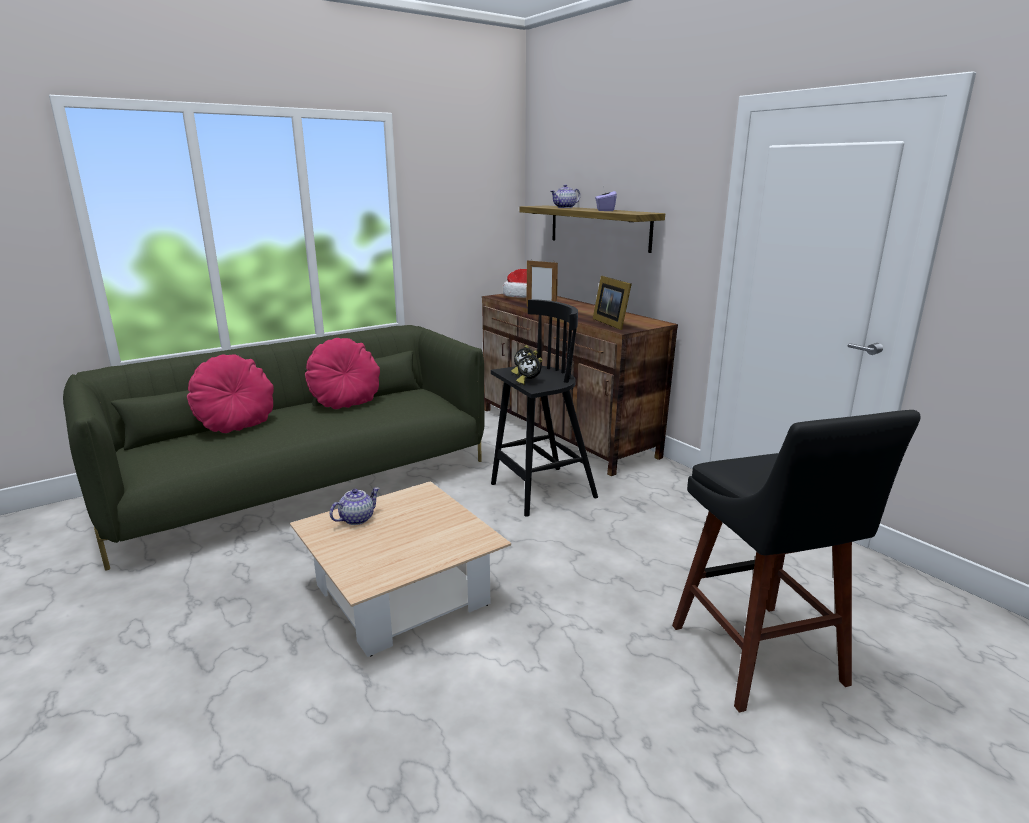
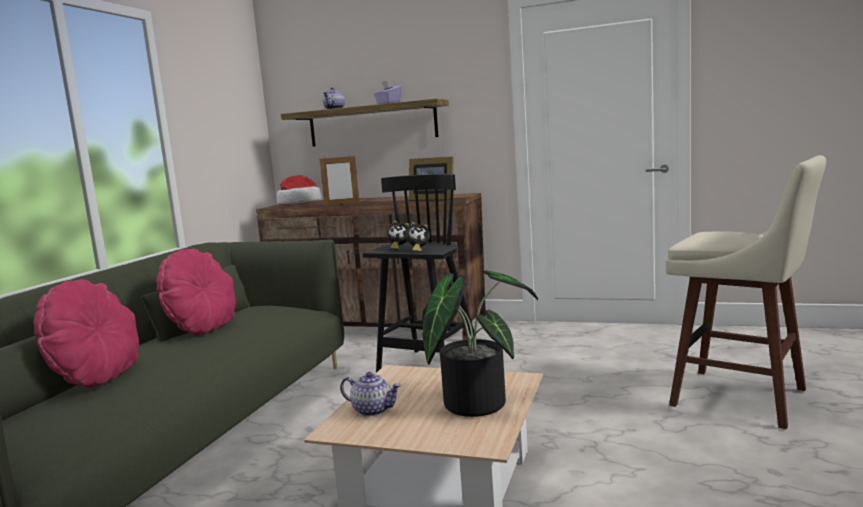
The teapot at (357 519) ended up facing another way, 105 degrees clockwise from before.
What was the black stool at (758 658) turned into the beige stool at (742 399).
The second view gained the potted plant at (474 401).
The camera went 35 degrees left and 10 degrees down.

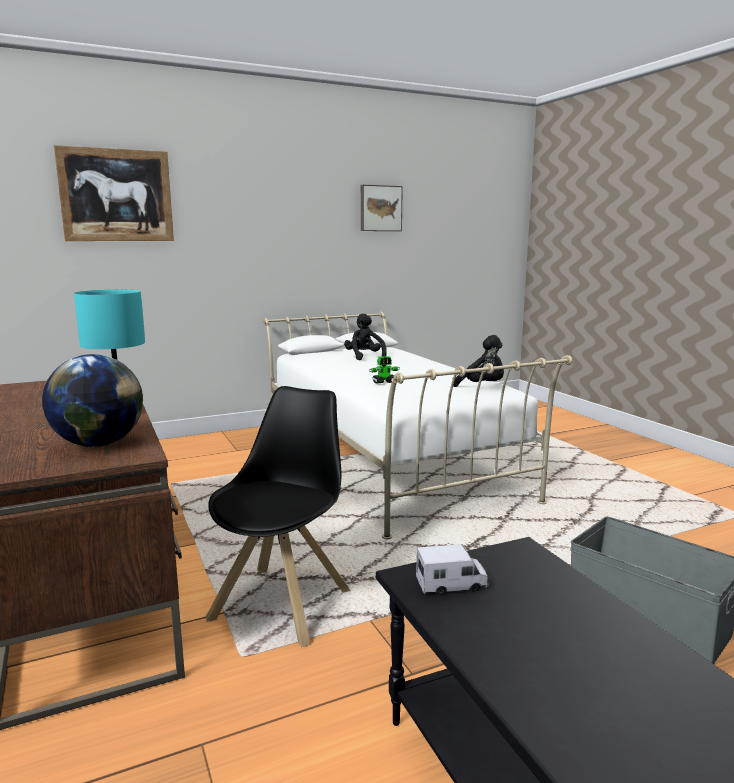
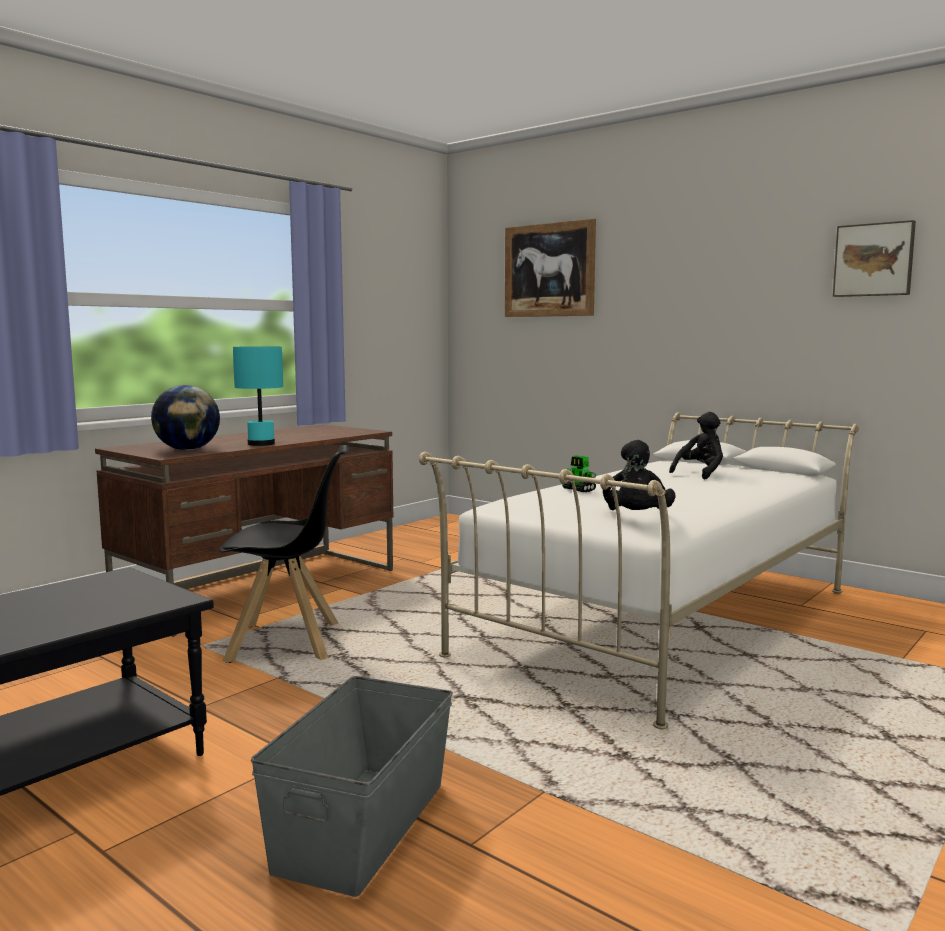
The second view lost the toy truck at (451 585).
The camera went 65 degrees right and 5 degrees down.

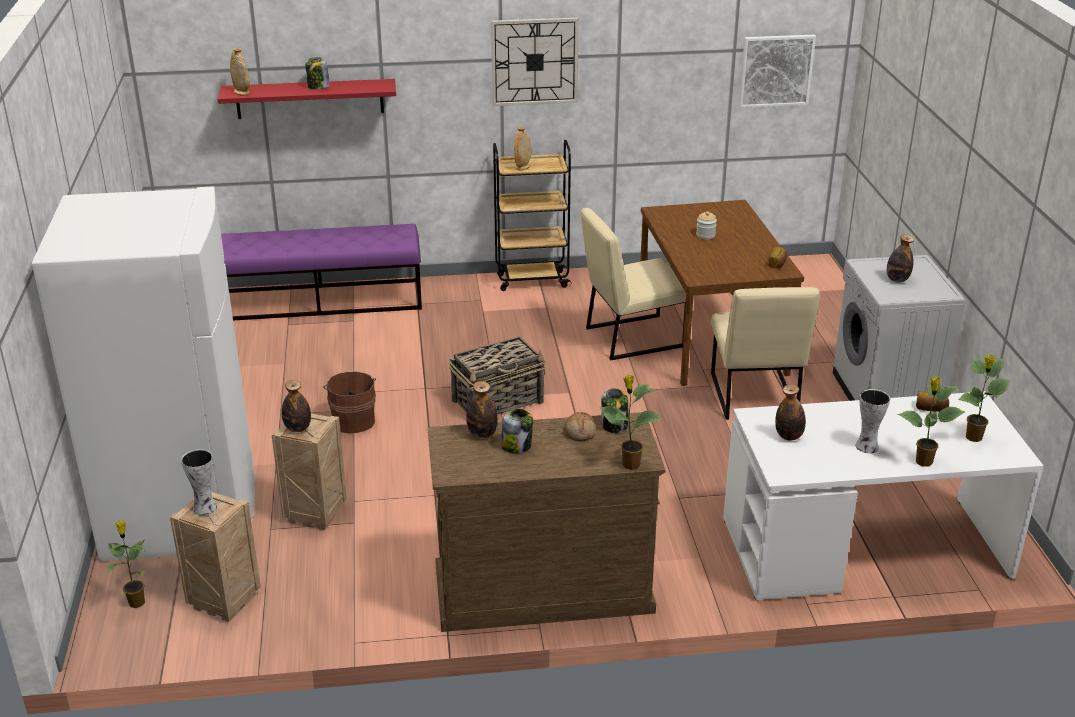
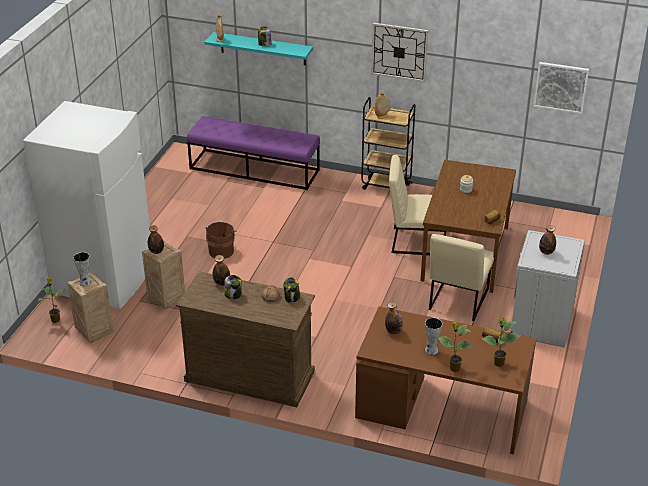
What was the red shelf at (310 98) turned into the turquoise shelf at (263 48).
The second view lost the basket at (498 401).
The second view lost the potted plant at (630 465).
What was the white desk at (864 549) turned into the brown desk at (441 410).
The camera went 25 degrees right and 5 degrees up.

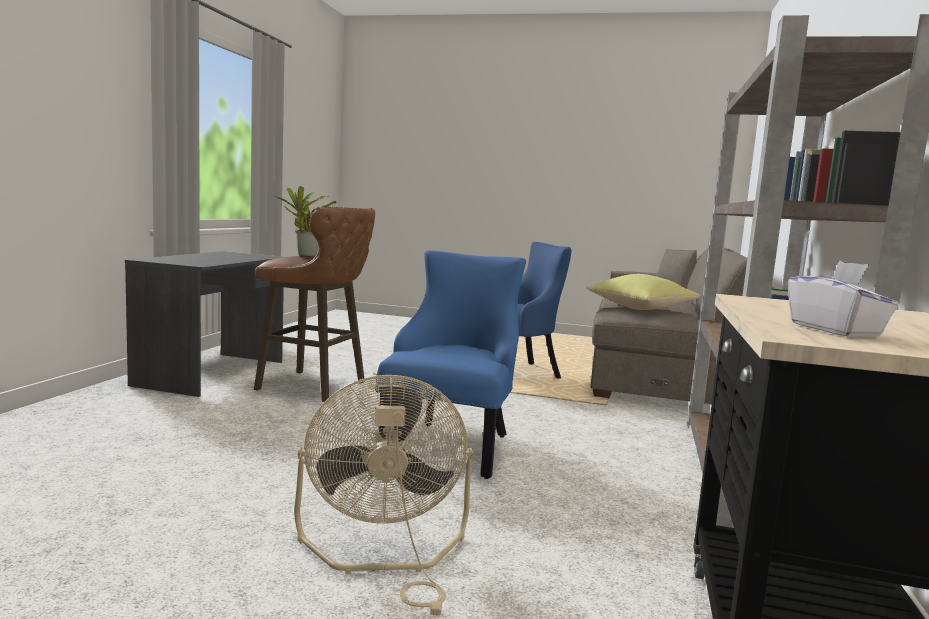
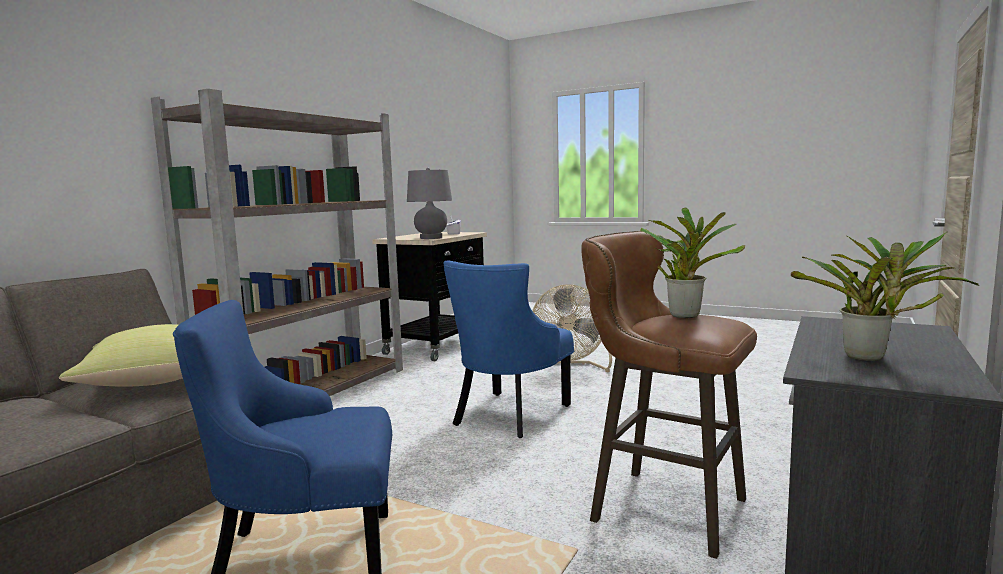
The second view gained the grey table lamp at (431 238).
The second view gained the potted plant at (870 358).
The camera went 165 degrees left and 0 degrees up.

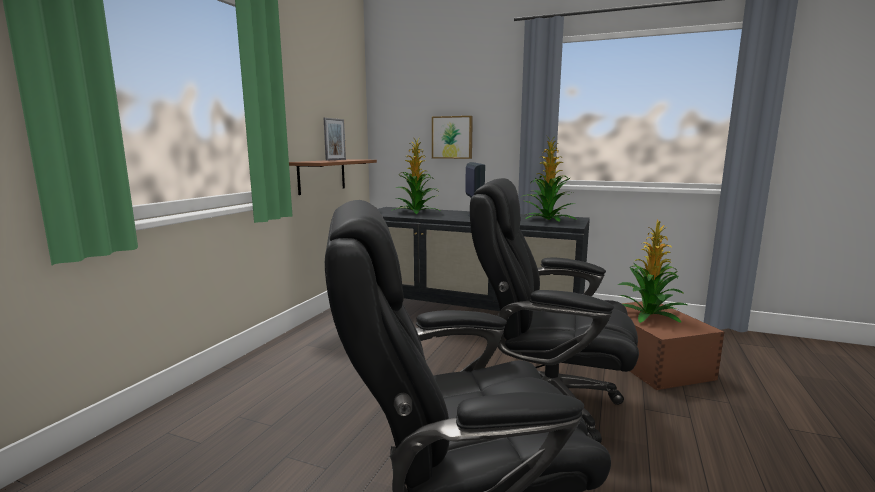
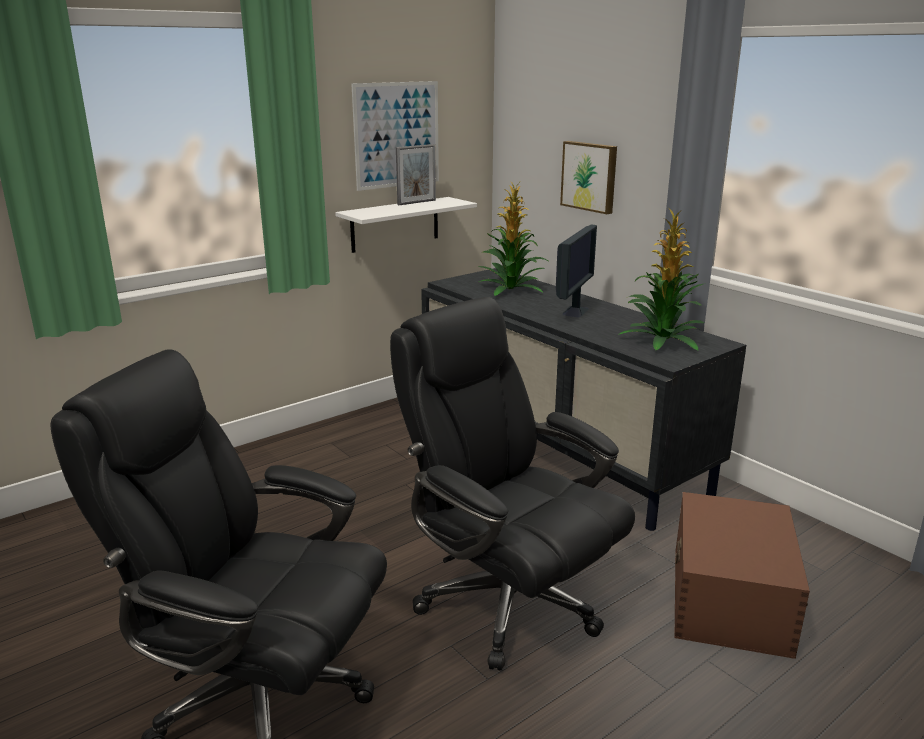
What was the brown shelf at (322 176) turned into the white shelf at (395 224).
The second view lost the potted plant at (649 315).
The second view gained the picture at (397 135).
The camera went 30 degrees right and 10 degrees up.

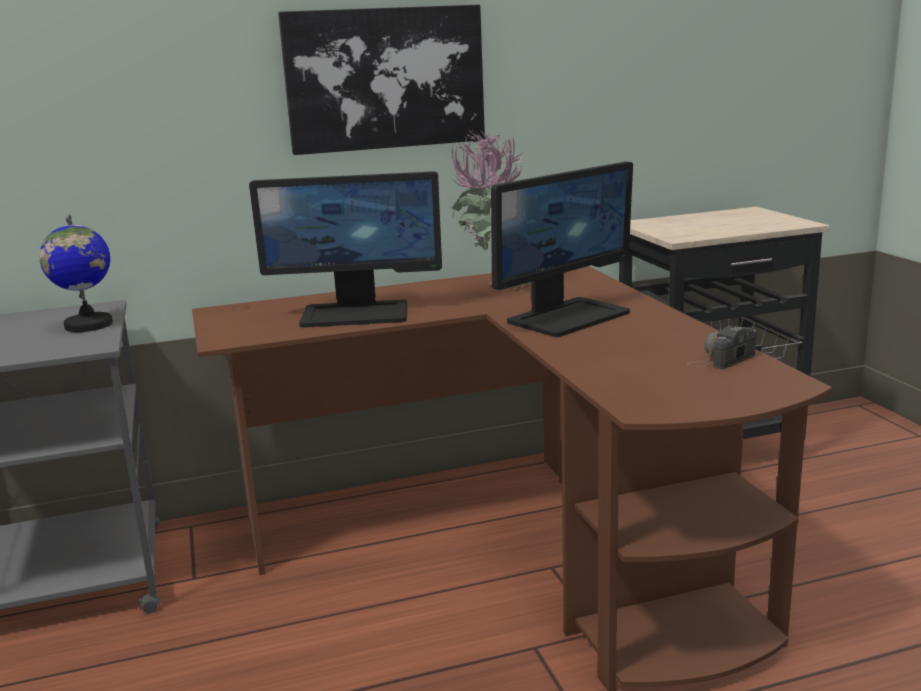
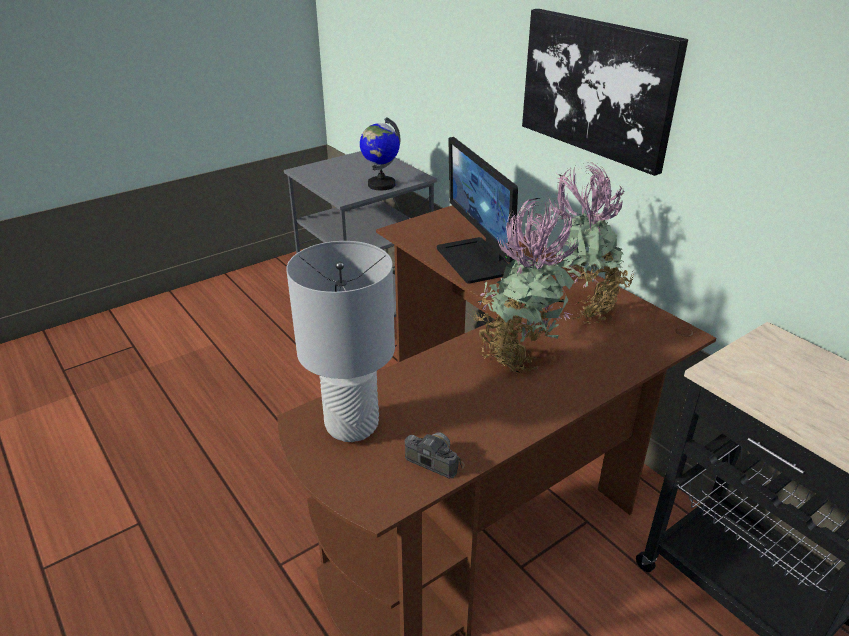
Where the monitor stood at (567 317), the potted plant came to stand at (517 355).
The second view gained the grey table lamp at (353 429).
The camera went 70 degrees right and 15 degrees up.

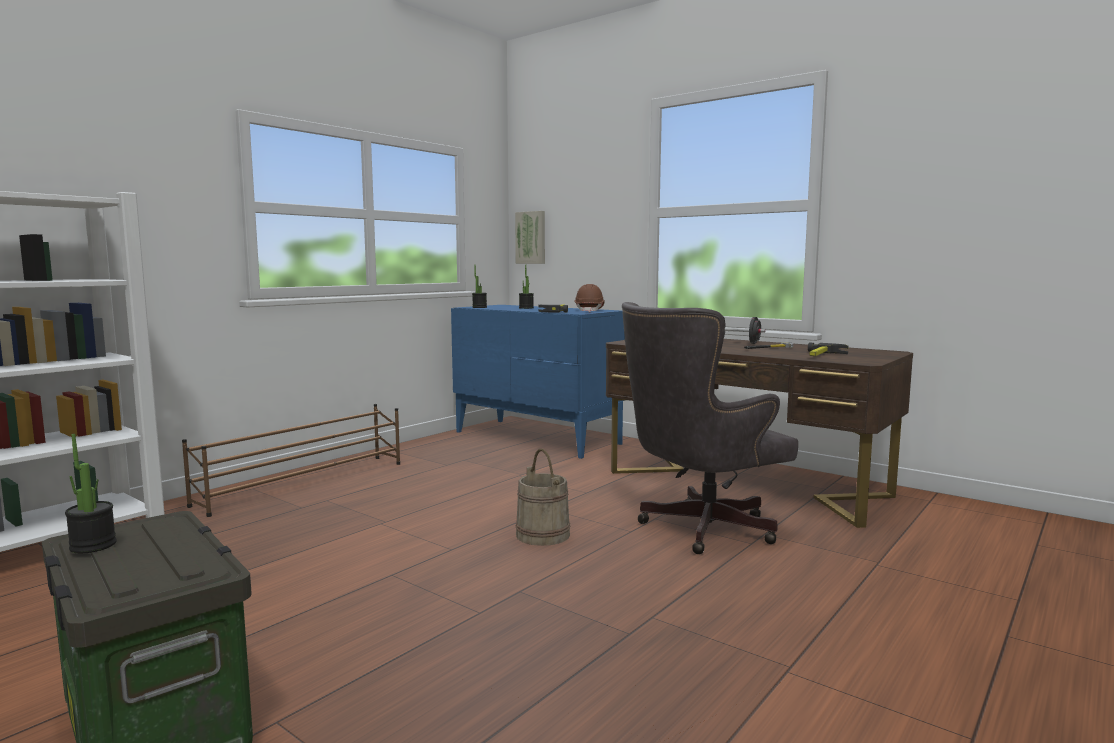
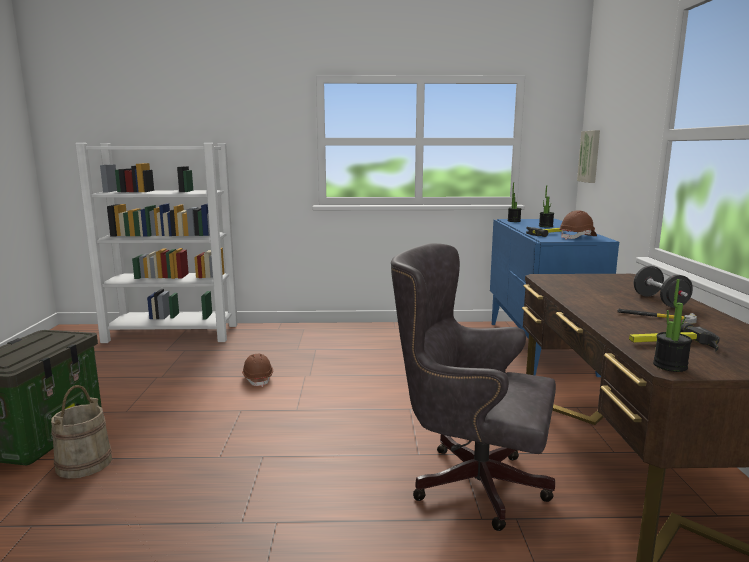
The potted plant ended up elsewhere, having gone from (93 545) to (670 366).
The second view lost the brown shoe rack at (305 483).
The beige bucket ended up elsewhere, having gone from (542 535) to (84 463).
The second view gained the brown hard hat at (258 379).
The camera went 50 degrees right and 5 degrees up.

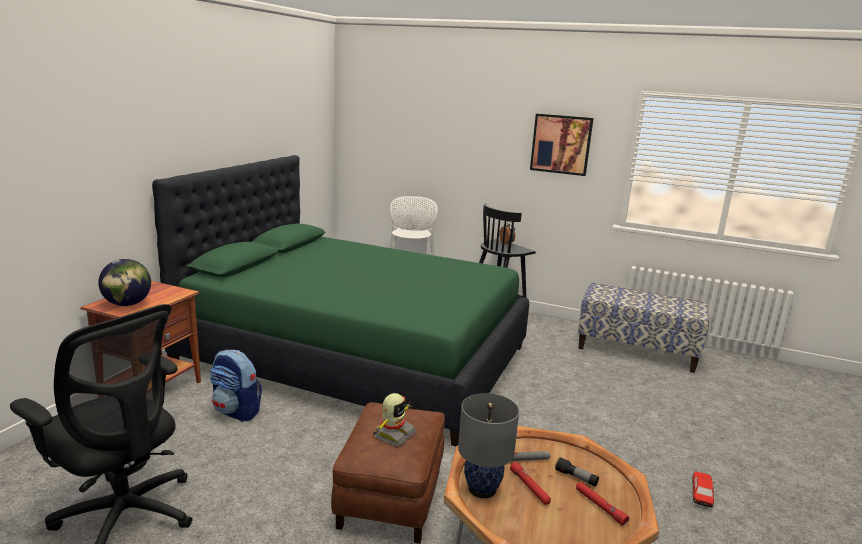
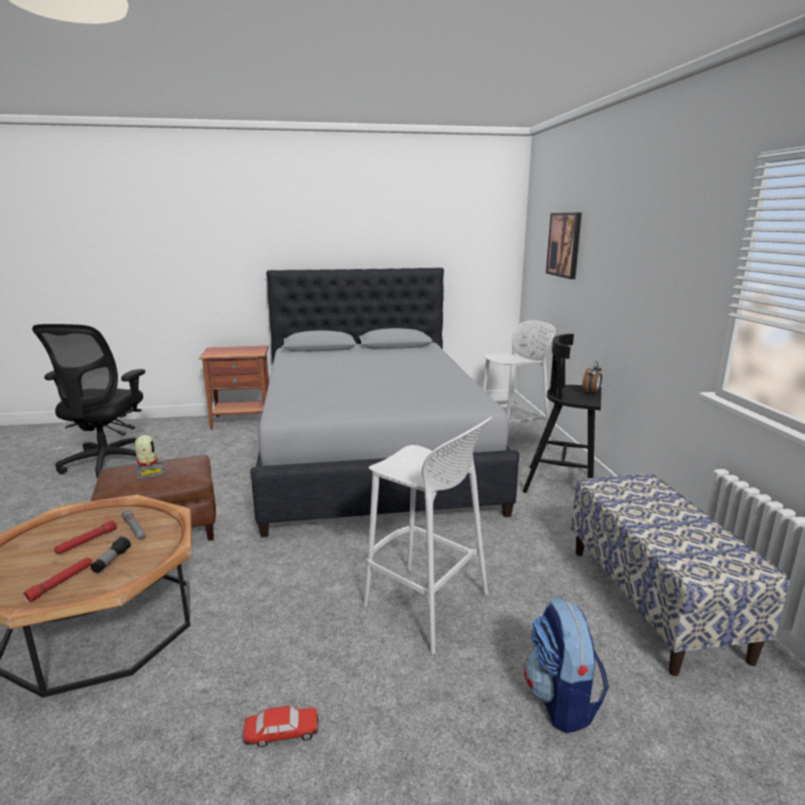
The second view lost the globe at (127 304).
What was the green bed at (356 355) turned into the grey bed at (372 453).
The backpack ended up elsewhere, having gone from (237 411) to (561 701).
The toy robot at (393 435) ended up facing another way, 120 degrees counterclockwise from before.
The second view lost the grey table lamp at (482 489).
The picture ended up elsewhere, having gone from (561 144) to (564 245).
The second view gained the white stool at (426 604).
The camera went 60 degrees right and 0 degrees up.

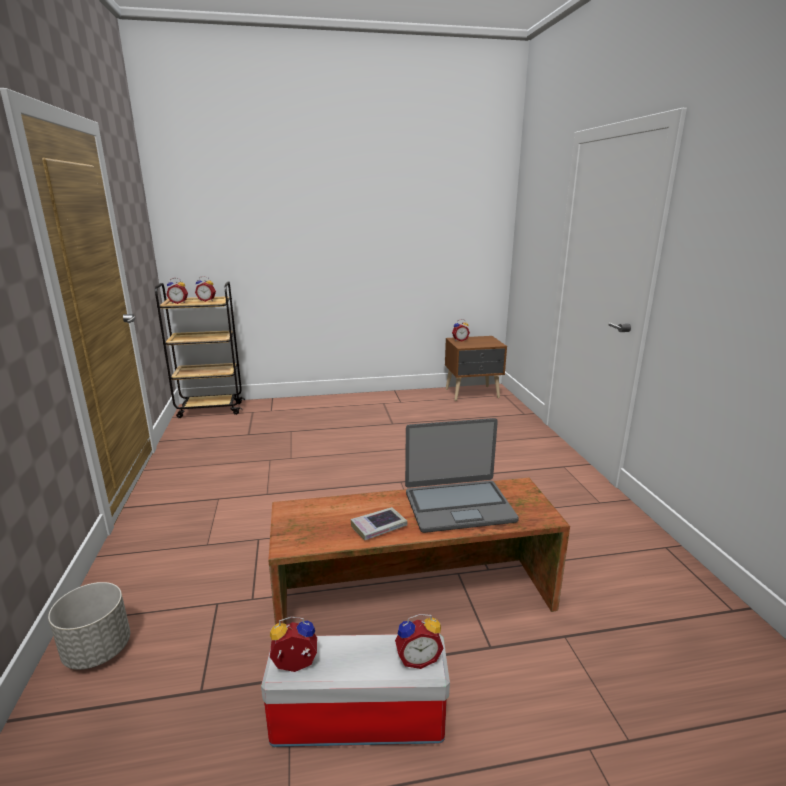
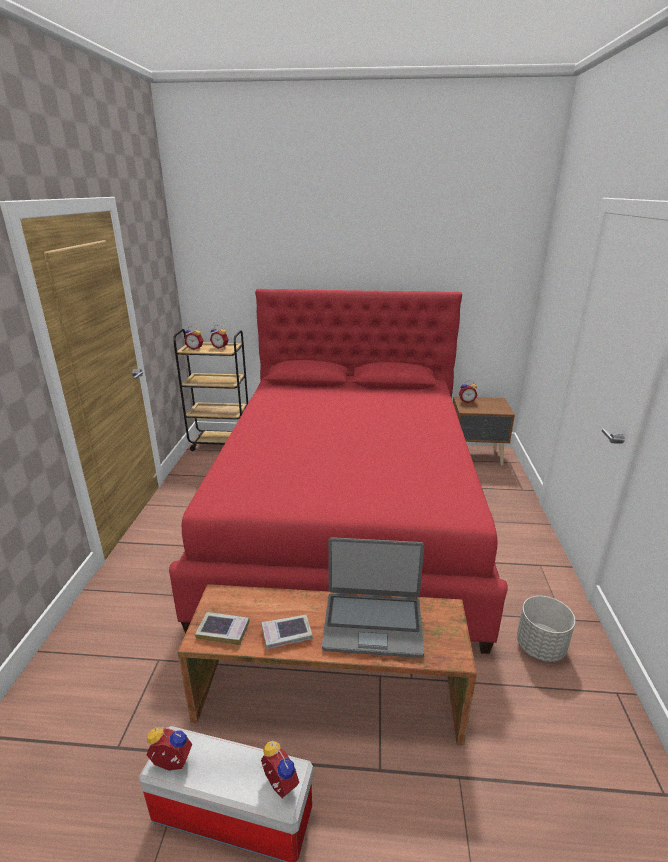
The grey planter ended up elsewhere, having gone from (97 650) to (539 646).
The alarm clock at (417 658) ended up facing another way, 135 degrees counterclockwise from before.
The second view gained the red bed at (347 515).
The second view gained the book at (223 631).
The camera went 15 degrees right and 5 degrees up.

